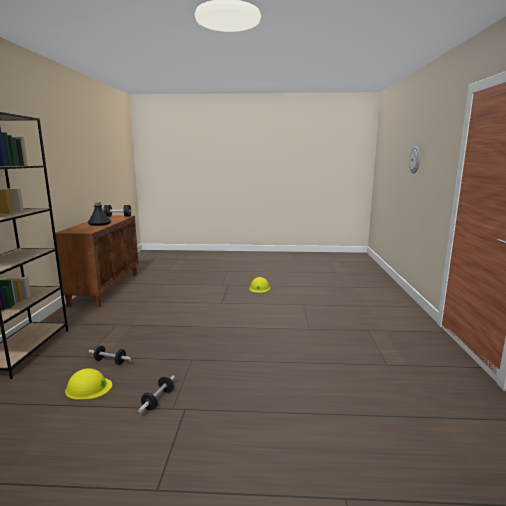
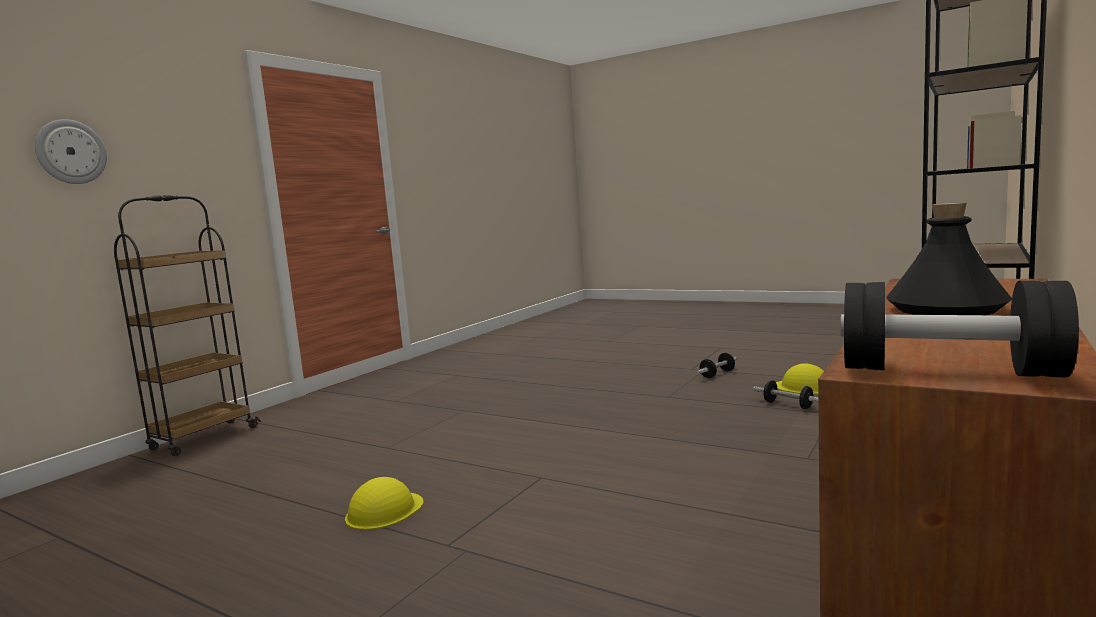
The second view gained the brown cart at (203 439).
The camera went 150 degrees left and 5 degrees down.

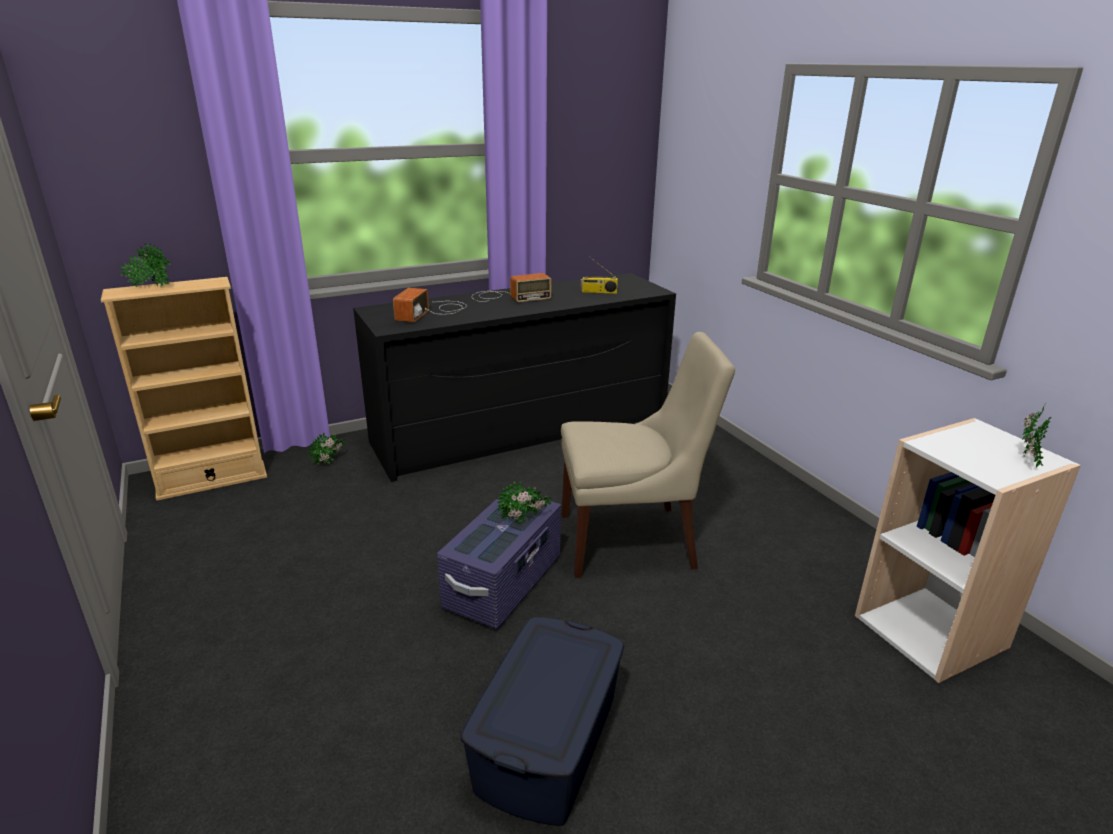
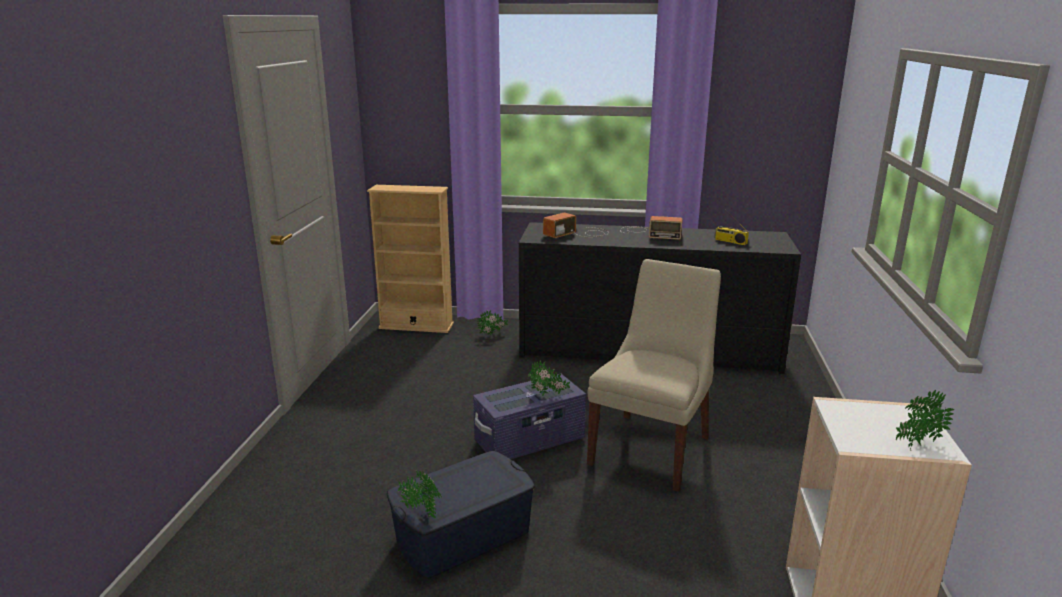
The potted plant ended up elsewhere, having gone from (150 287) to (420 511).
The beige chair at (632 540) ended up facing another way, 90 degrees counterclockwise from before.
The camera went 35 degrees right and 5 degrees down.

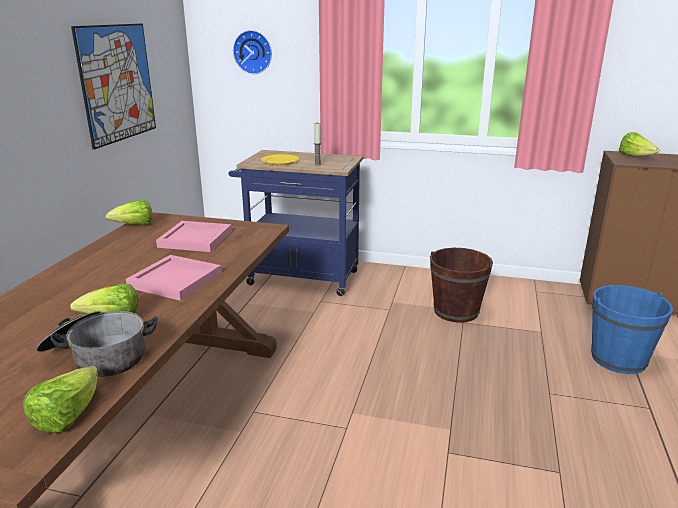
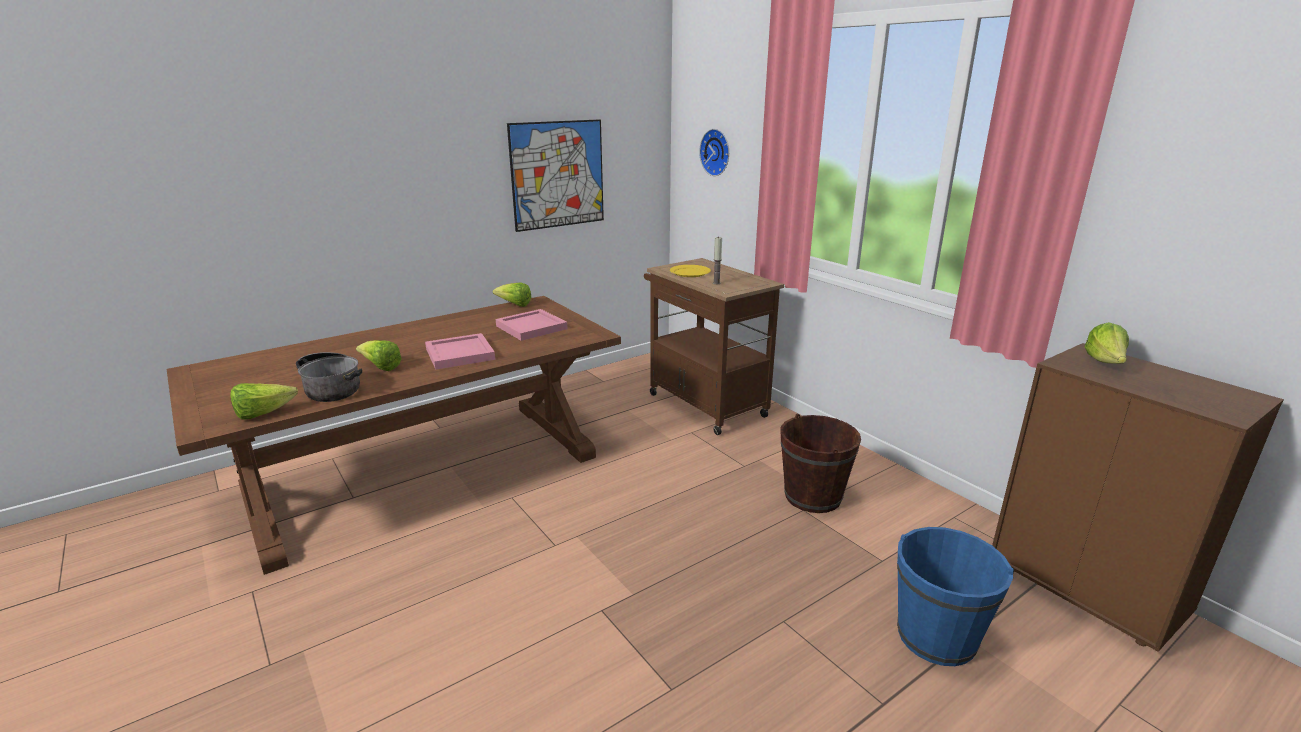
What was the blue cart at (300 278) turned into the brown cart at (704 404).
The camera went 40 degrees right and 0 degrees up.

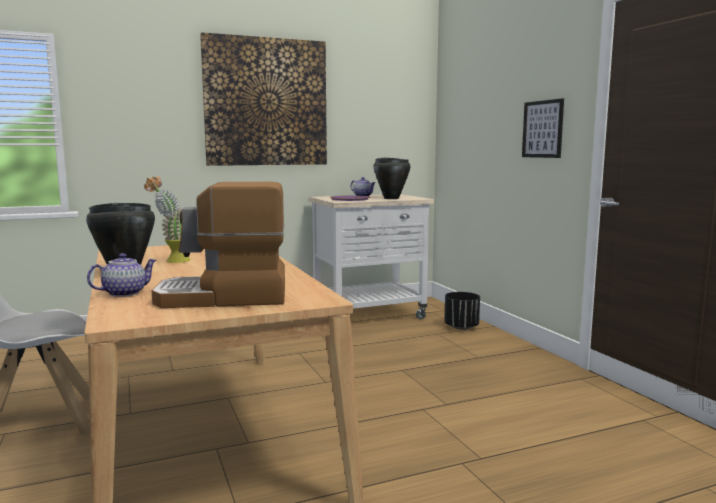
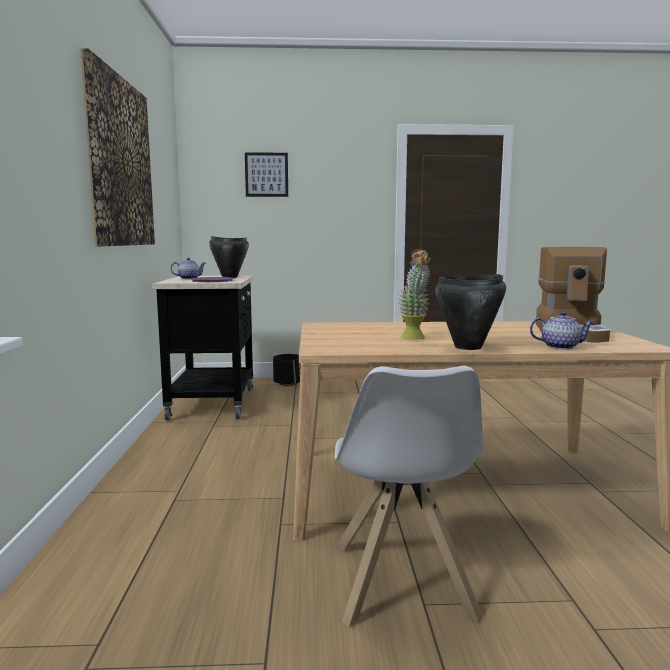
The teapot at (124 293) ended up facing another way, 120 degrees clockwise from before.
What was the white cart at (368 315) turned into the black cart at (212 403).
The picture ended up elsewhere, having gone from (542 129) to (266 174).
The camera went 70 degrees left and 0 degrees up.

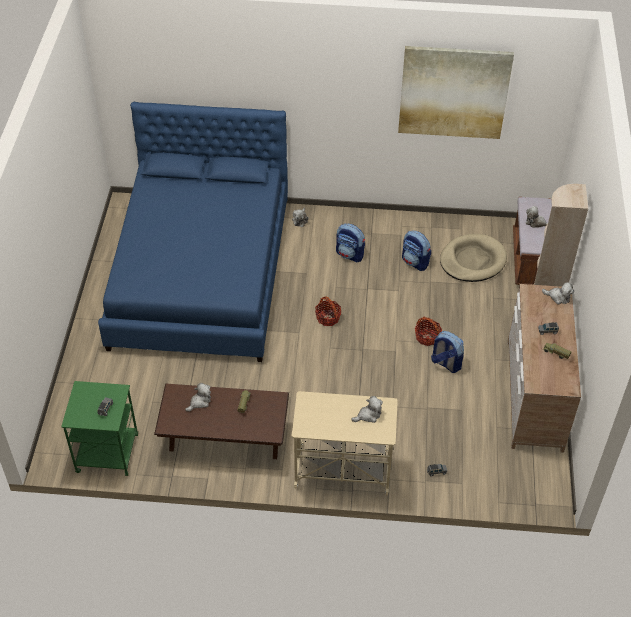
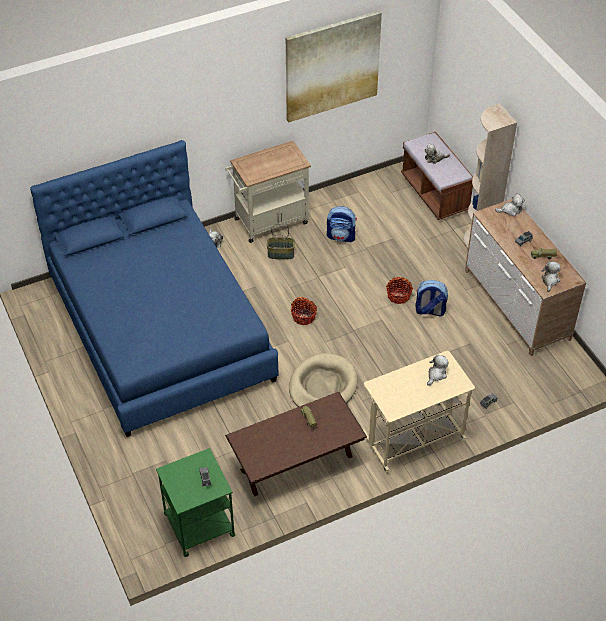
The plush toy ended up elsewhere, having gone from (199 402) to (550 280).
Where the backpack stood at (350 254), the basket came to stand at (281 253).
The beige dog bed ended up elsewhere, having gone from (472 260) to (322 386).
The second view gained the beige cart at (269 222).
The camera went 30 degrees left and 0 degrees up.

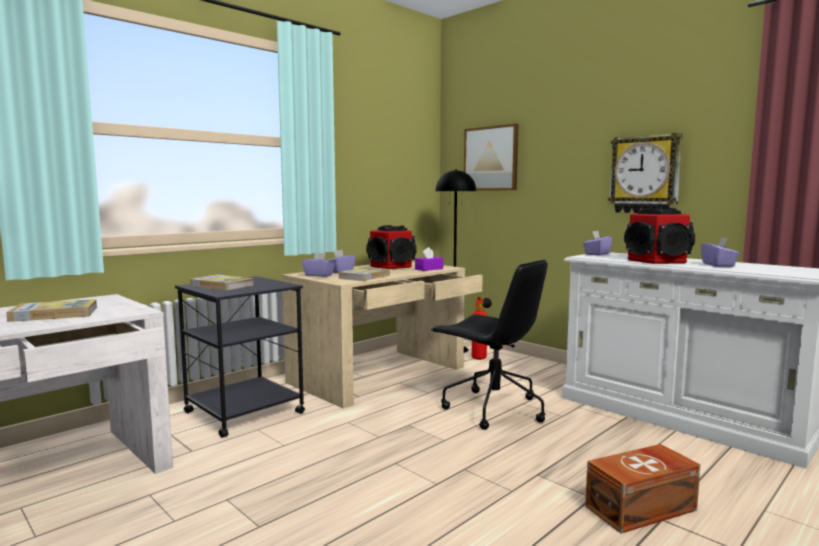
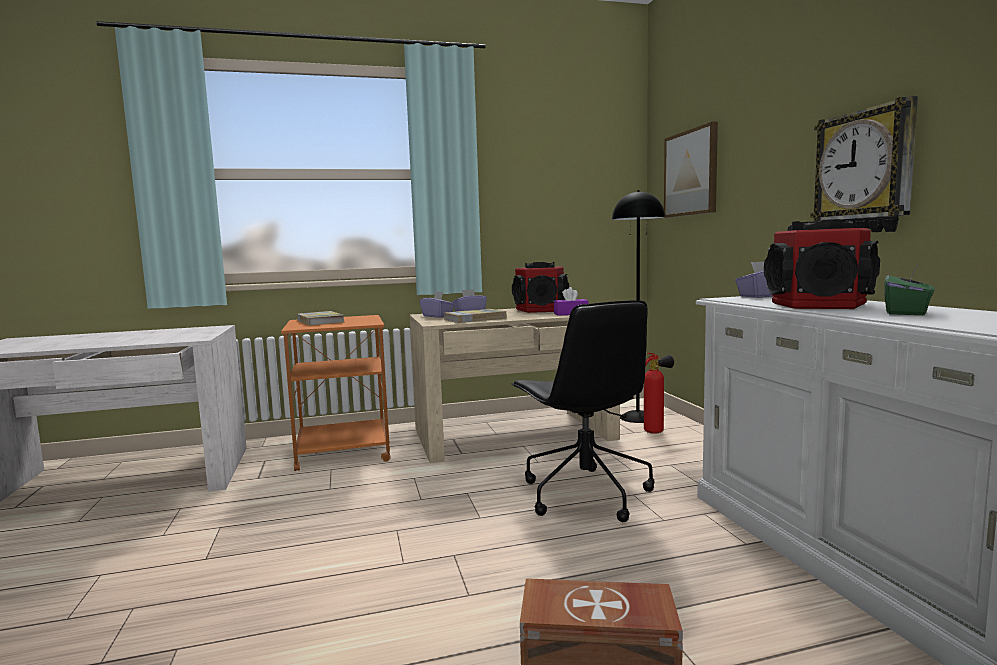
The second view lost the book at (54 314).
What was the black cart at (245 411) turned into the orange cart at (345 451).
What was the purple tissue box at (718 265) turned into the green tissue box at (906 313).
The camera went 30 degrees right and 0 degrees up.

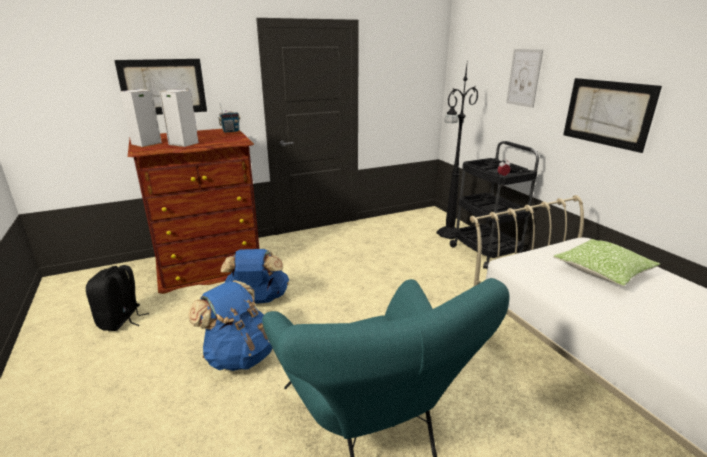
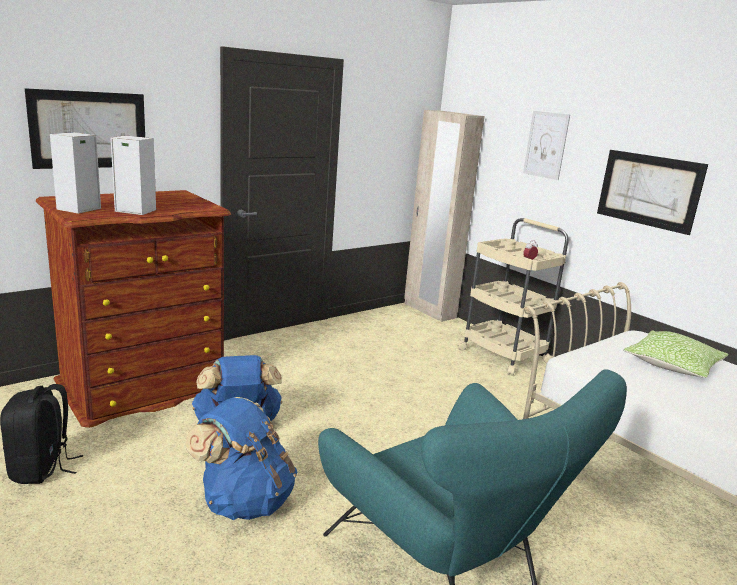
The second view lost the radio at (230 131).
The second view lost the black floor lamp at (448 234).
What was the black cart at (485 252) turned into the beige cart at (502 355).
The second view gained the beige wardrobe at (429 311).
The camera went 15 degrees left and 5 degrees down.

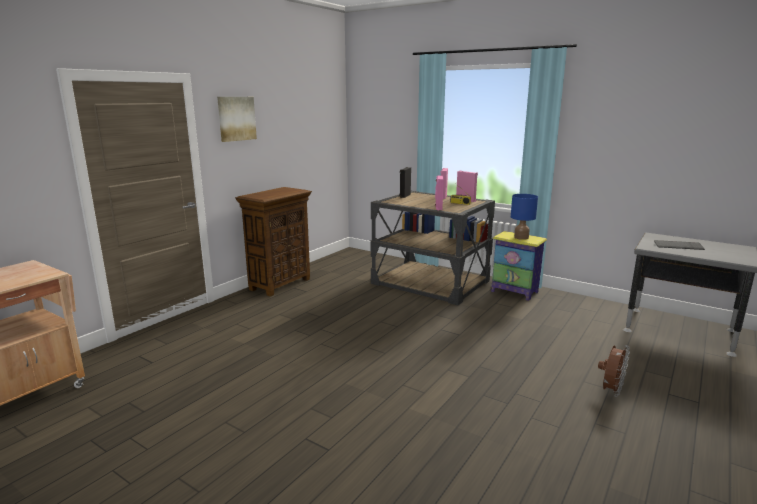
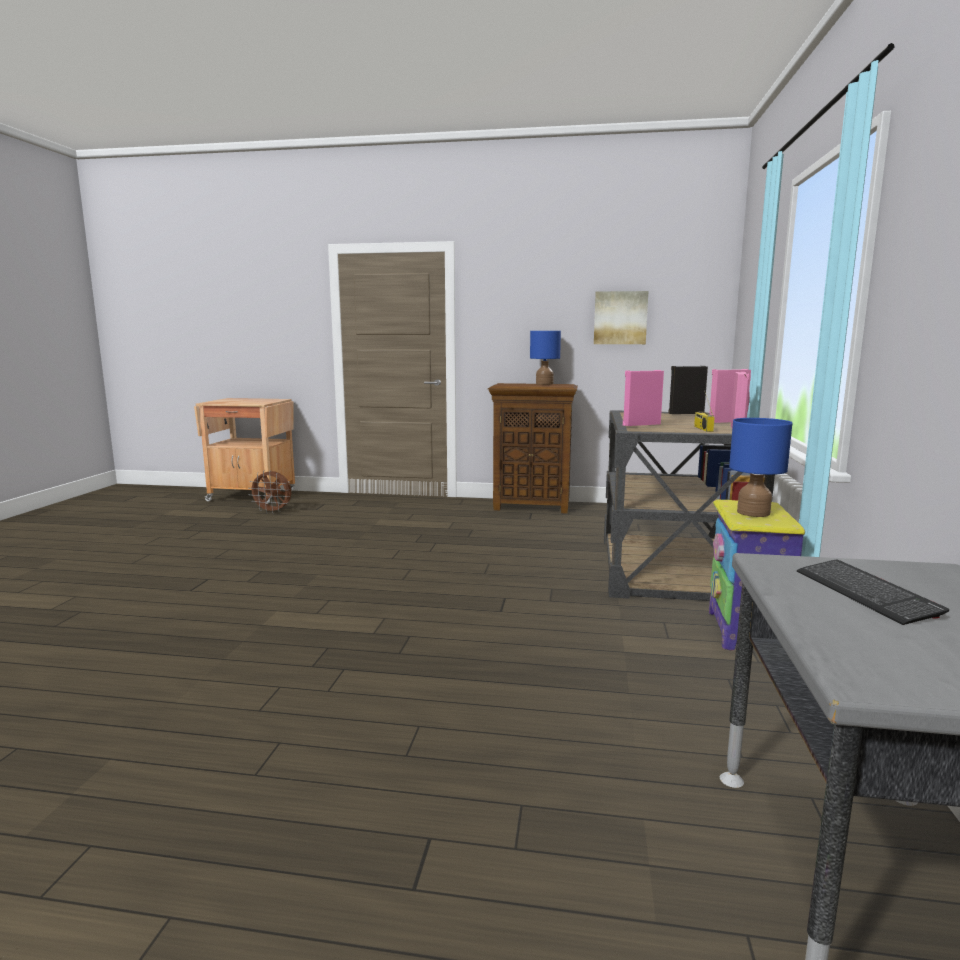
The picture ended up elsewhere, having gone from (236 118) to (620 318).
The brown fan ended up elsewhere, having gone from (610 391) to (273 512).
The second view gained the blue table lamp at (544 384).
The camera went 65 degrees right and 5 degrees down.

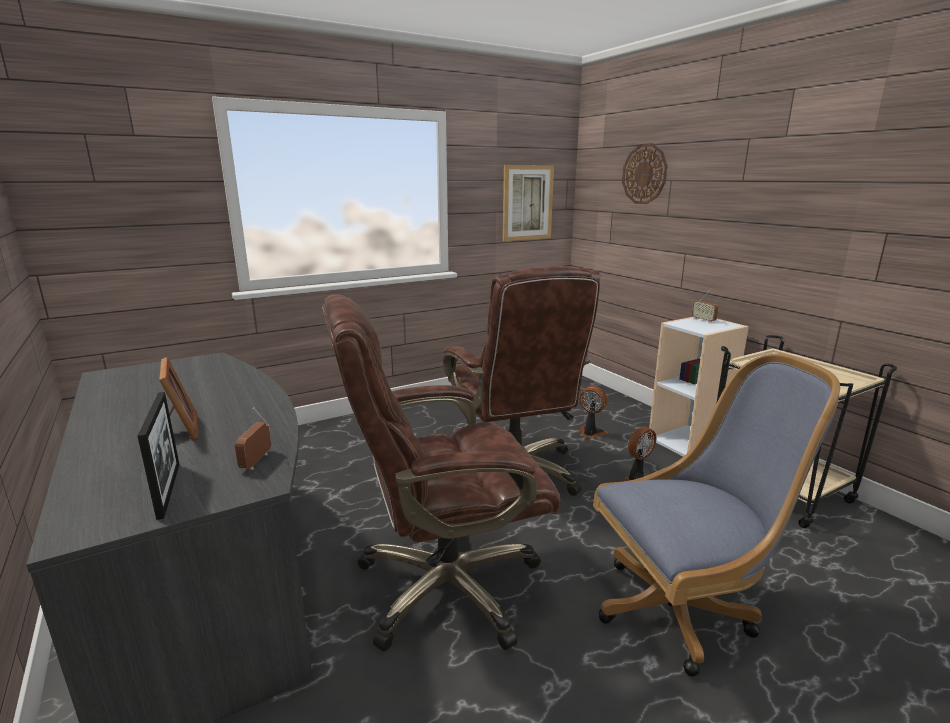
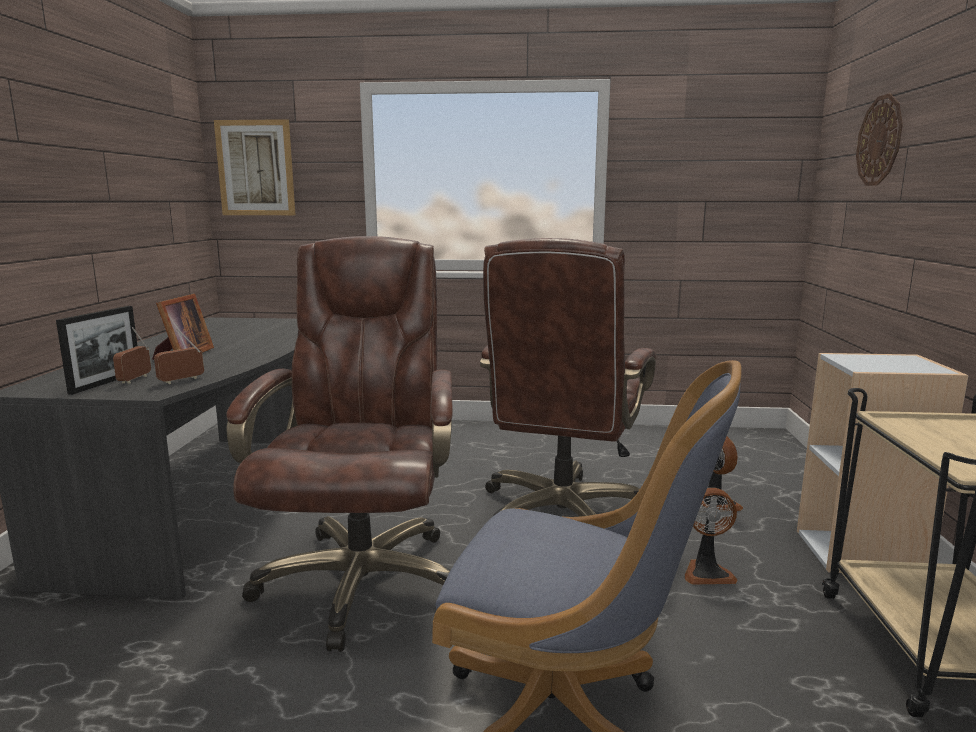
The brown office chair at (447 585) ended up facing another way, 75 degrees clockwise from before.
The picture ended up elsewhere, having gone from (527 203) to (255 168).
The radio ended up elsewhere, having gone from (703 320) to (135 379).
The camera went 35 degrees right and 5 degrees down.

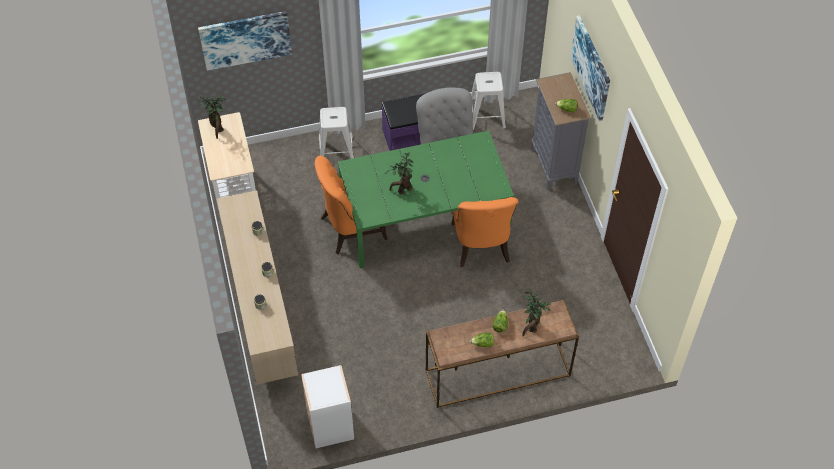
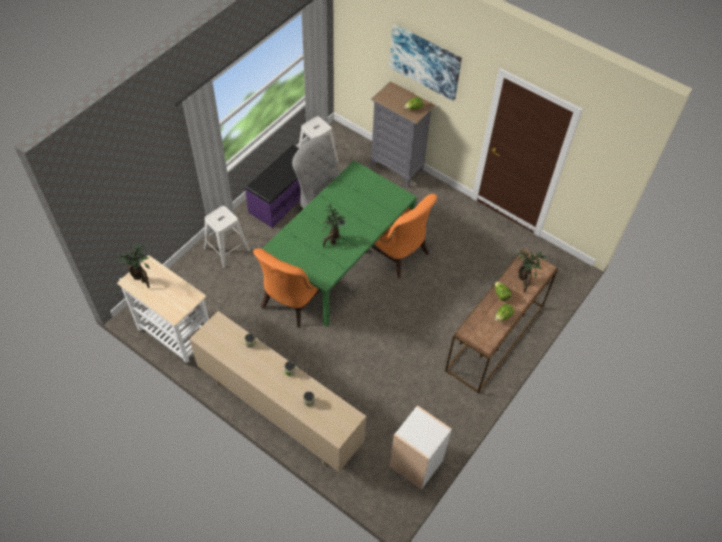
The second view lost the picture at (245 39).
The camera went 40 degrees left and 0 degrees up.

